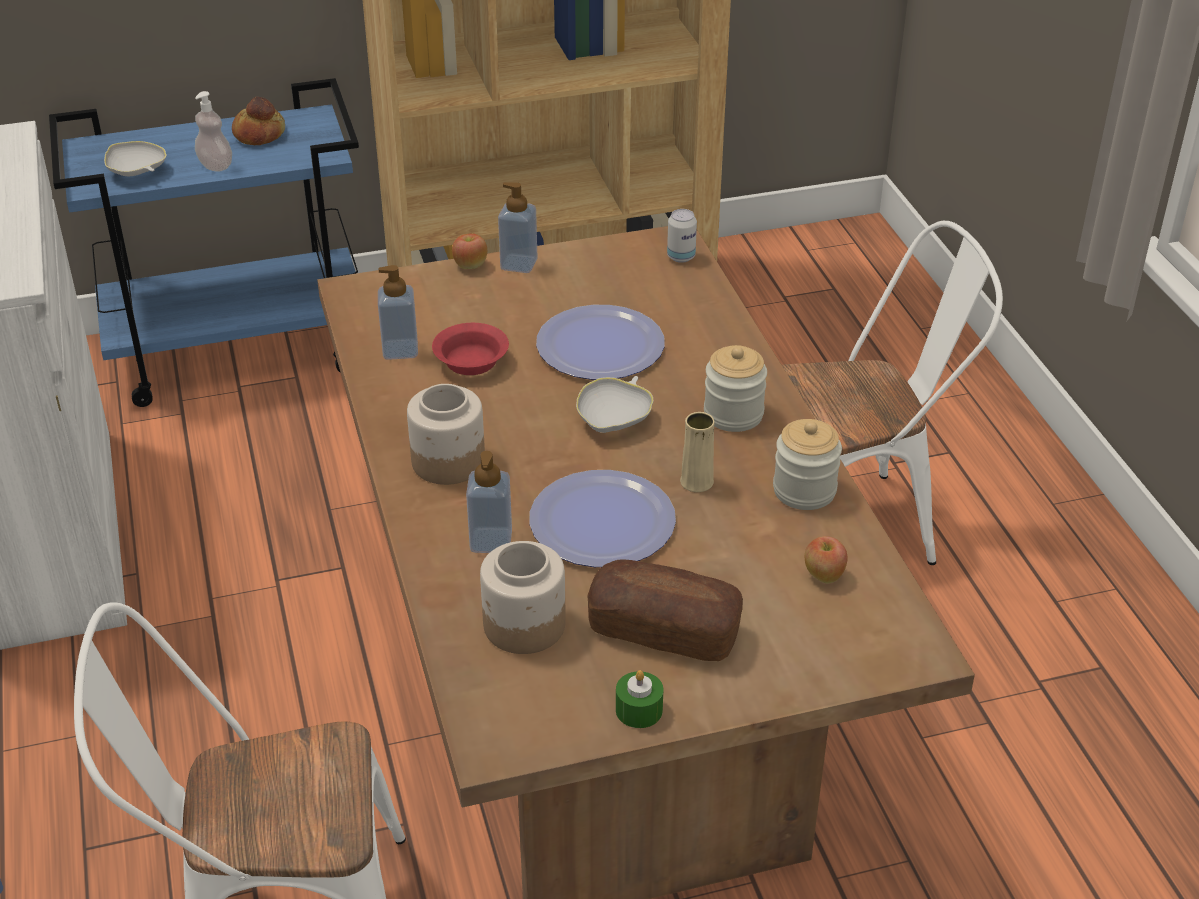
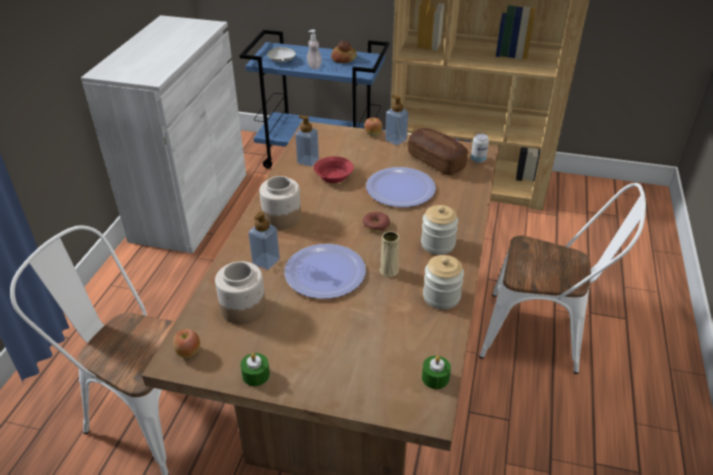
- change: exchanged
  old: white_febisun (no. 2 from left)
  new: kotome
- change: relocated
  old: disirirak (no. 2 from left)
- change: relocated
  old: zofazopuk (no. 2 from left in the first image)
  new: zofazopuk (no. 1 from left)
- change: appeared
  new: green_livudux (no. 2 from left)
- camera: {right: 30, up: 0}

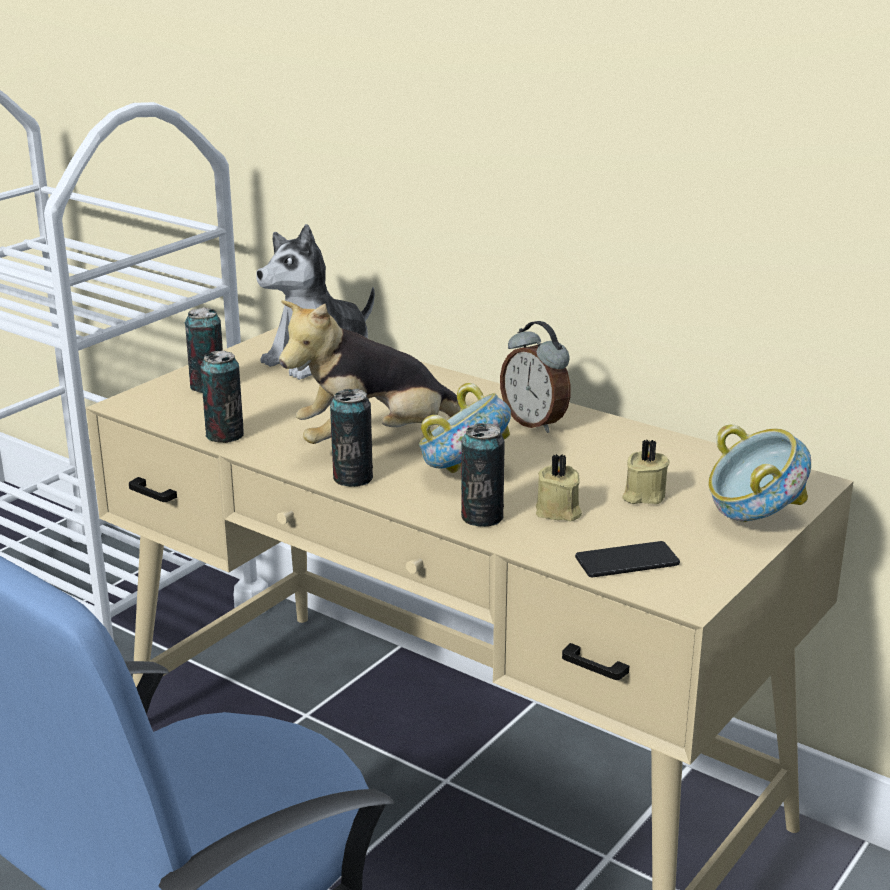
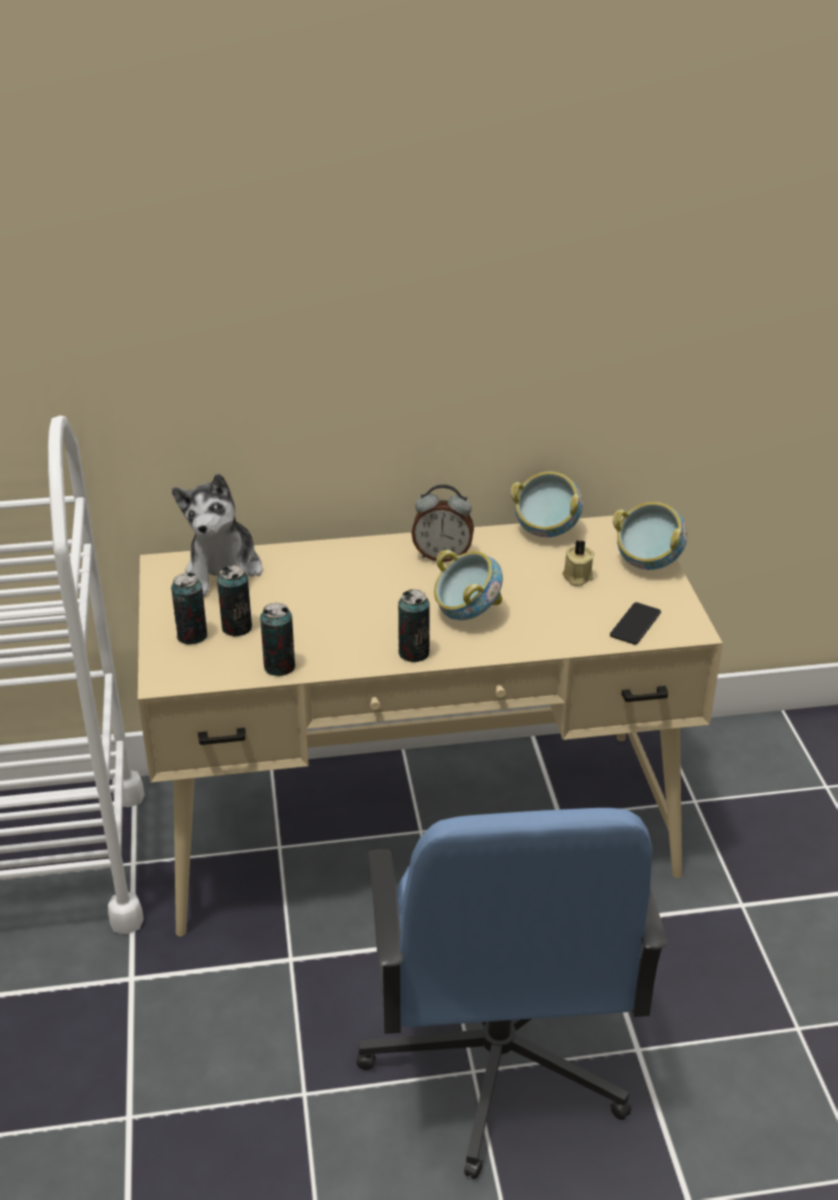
- change: missing
  old: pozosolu (no. 2 from left)
- change: relocated
  old: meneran (no. 4 from left in the first image)
  new: meneran (no. 2 from left)
- change: missing
  old: beige_livudux (no. 1 from left)
- change: appeared
  new: febisun (no. 2 from left)
- camera: {right: -45, up: 10}

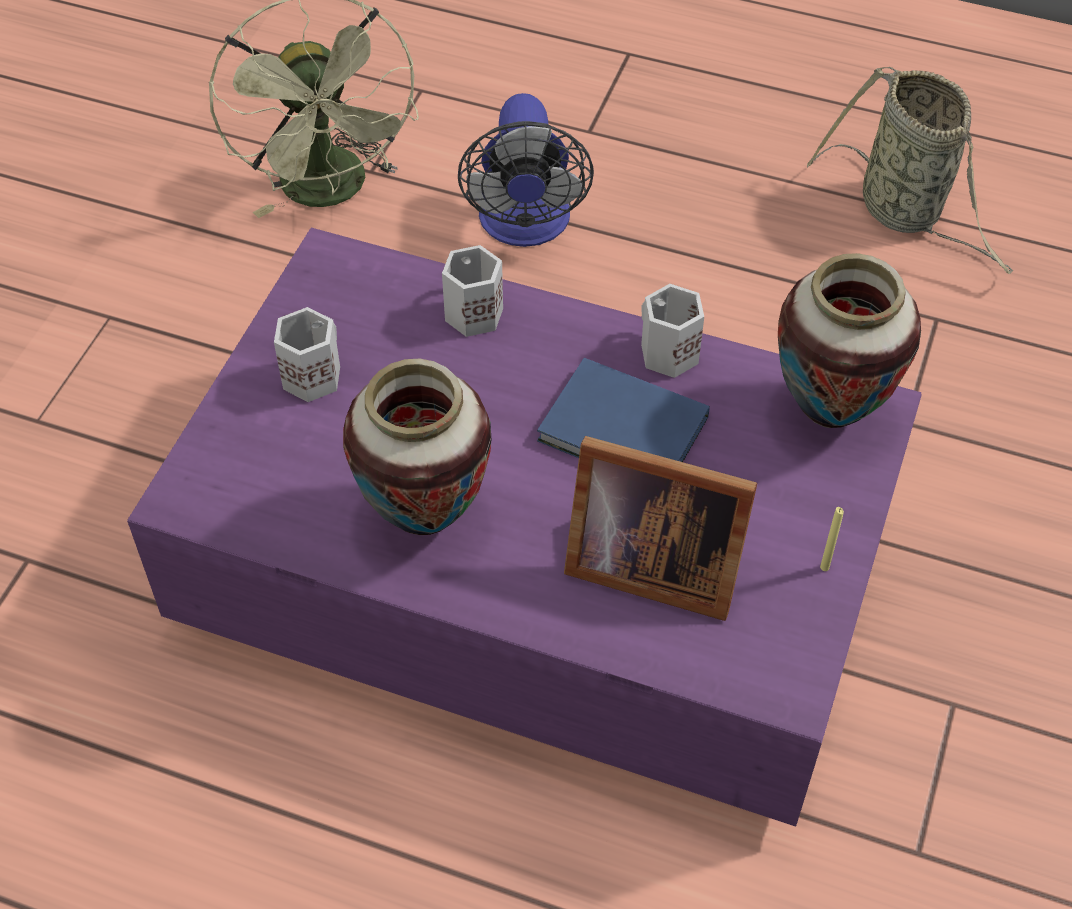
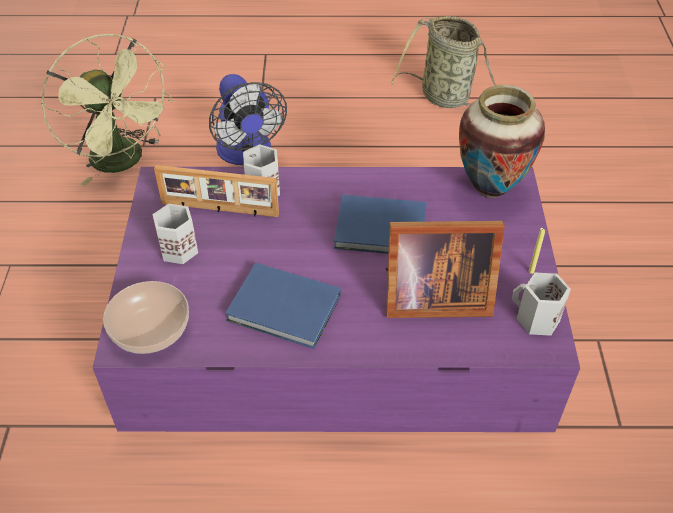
- change: exchanged
  old: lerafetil (no. 1 from left)
  new: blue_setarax (no. 1 from left)
- change: relocated
  old: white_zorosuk (no. 3 from left)
- change: appeared
  new: febisun
- change: appeared
  new: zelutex (no. 1 from left)
- camera: {right: -20, up: -5}

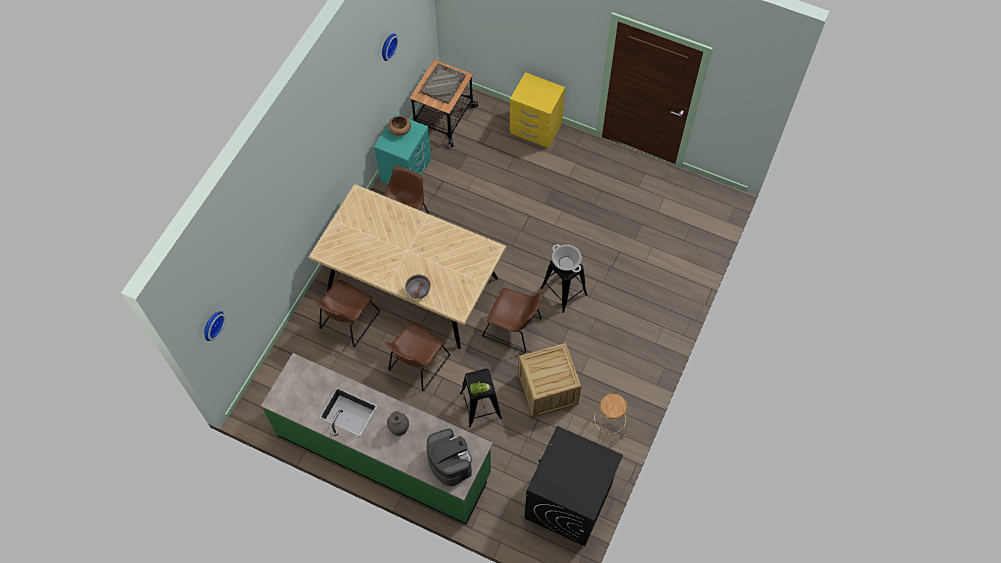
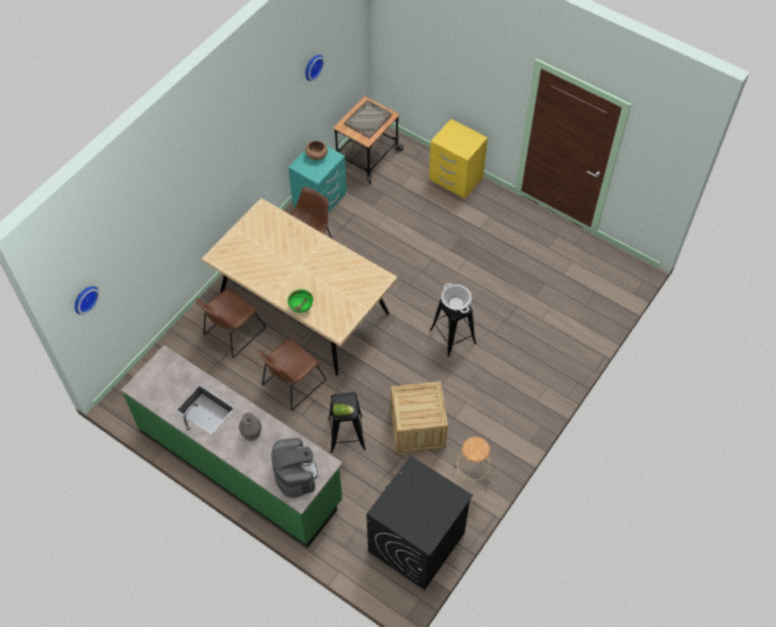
- change: colour
  old: grey_febisun
  new: green_febisun
- change: missing
  old: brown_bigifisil (no. 4 from left)
- camera: {right: 10, up: -5}

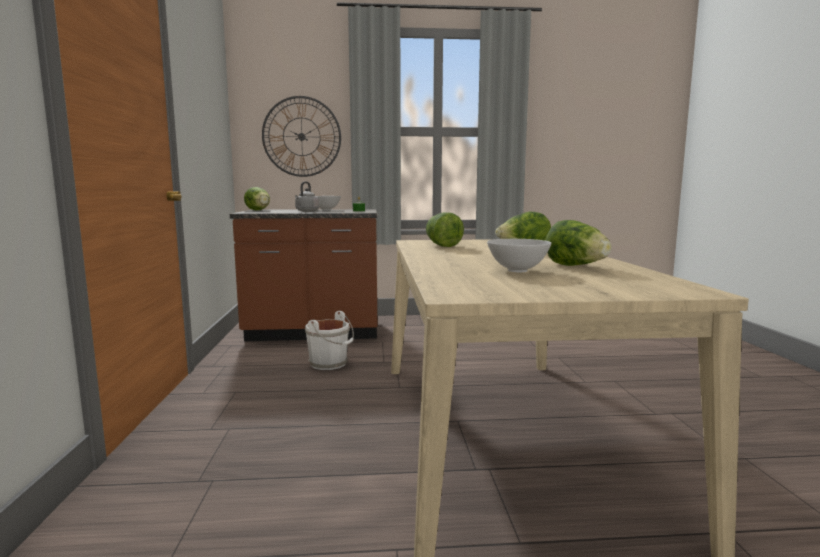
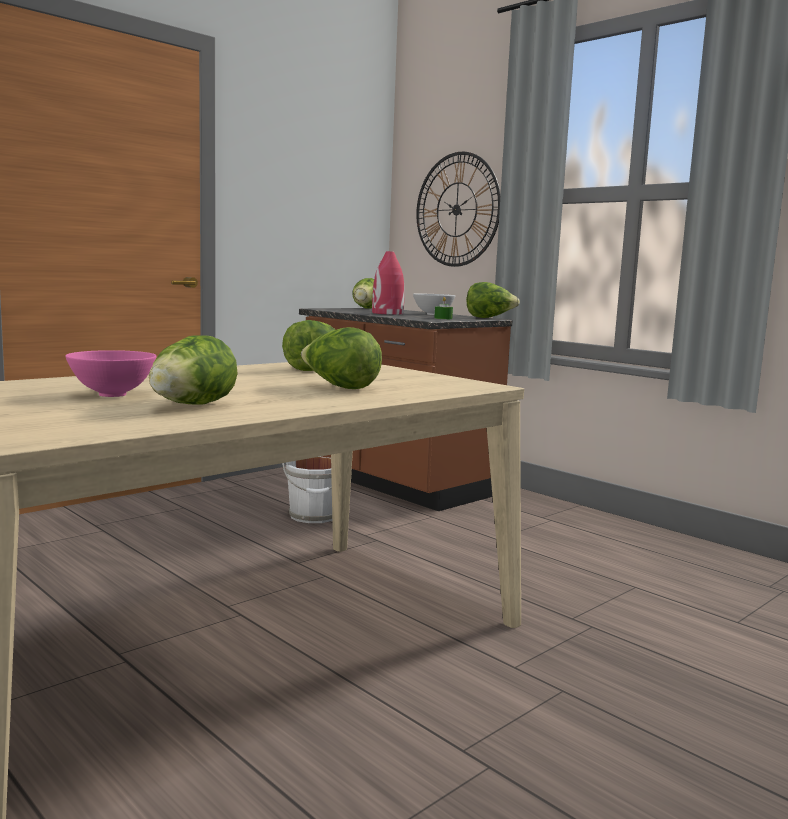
- change: exchanged
  old: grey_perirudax
  new: red_lerafetil
- change: colour
  old: white_febisun (no. 2 from left)
  new: pink_febisun
- change: appeared
  new: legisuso (no. 5 from left)
- camera: {right: 50, up: 0}

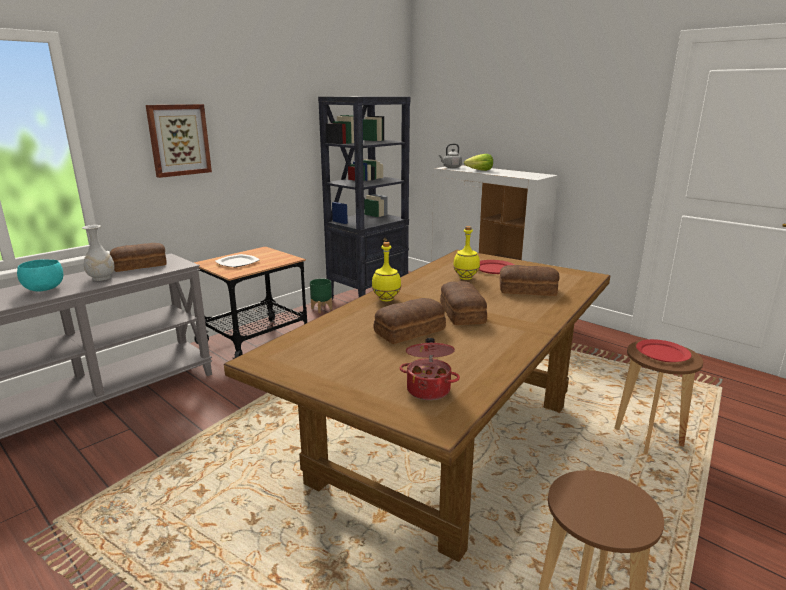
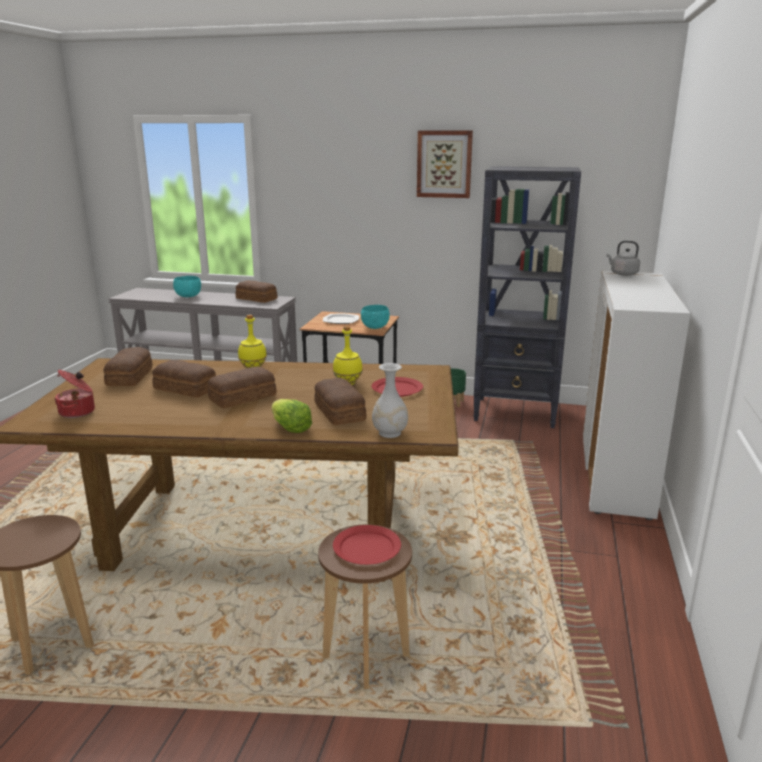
- change: relocated
  old: white_lerafetil
- change: relocated
  old: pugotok
- change: relocated
  old: legisuso
- change: appeared
  new: disirirak (no. 1 from left)
- change: appeared
  new: turquoise_febisun (no. 2 from left)
- camera: {right: 60, up: 0}

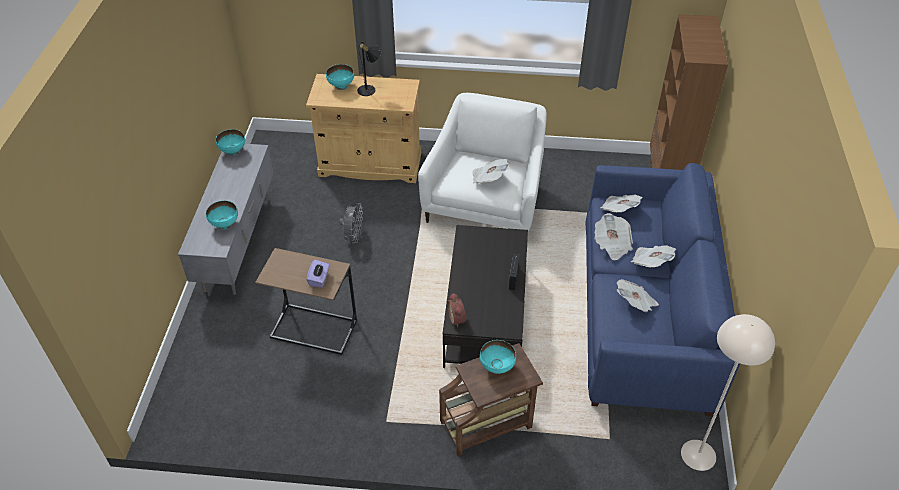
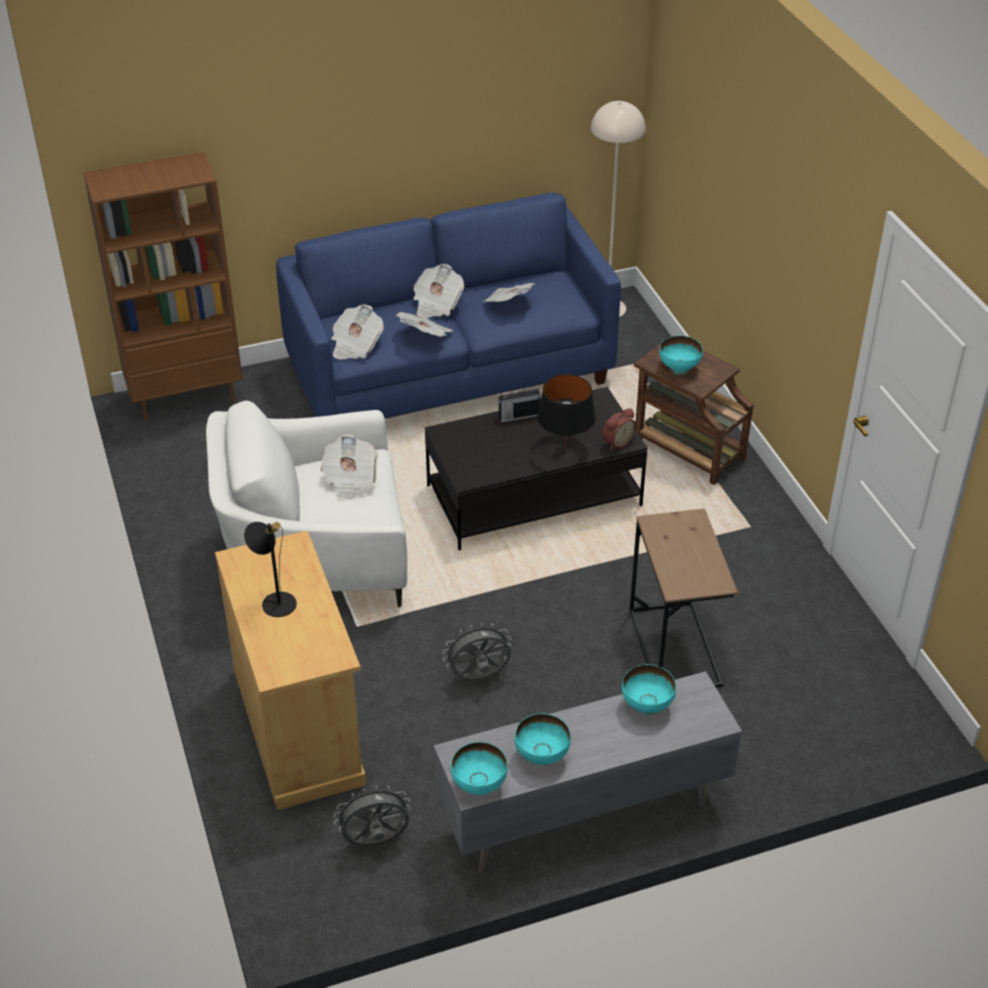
- change: missing
  old: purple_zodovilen
- change: relocated
  old: turquoise_febisun (no. 3 from left in the first image)
  new: turquoise_febisun (no. 2 from left)
- change: appeared
  new: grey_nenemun (no. 1 from left)
- change: appeared
  new: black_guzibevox (no. 2 from left)
- camera: {right: -115, up: -5}

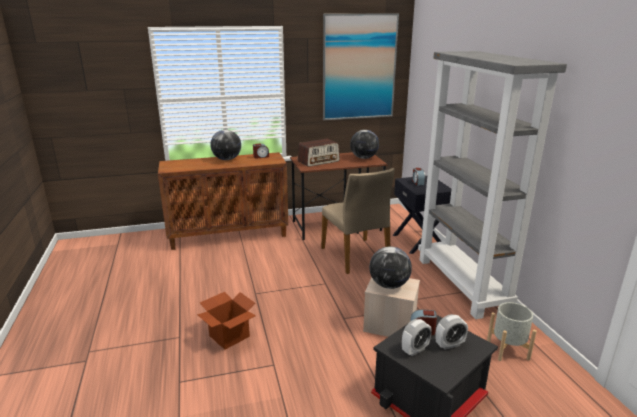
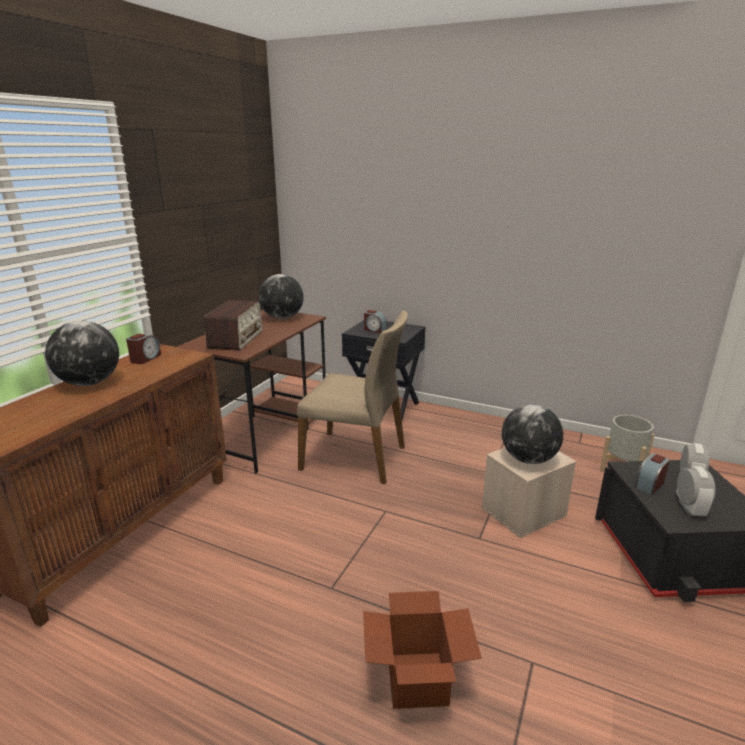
- change: missing
  old: pugotok
- change: missing
  old: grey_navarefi
- camera: {right: -50, up: 0}

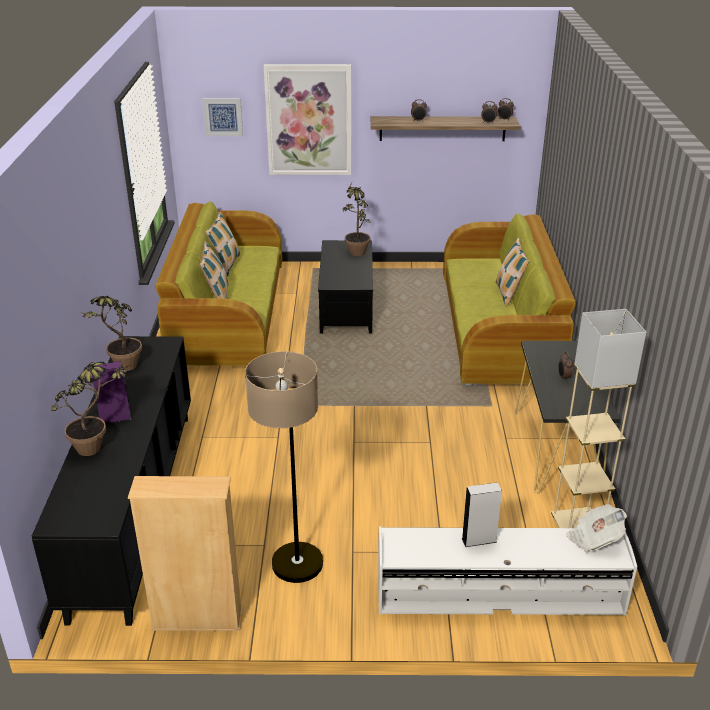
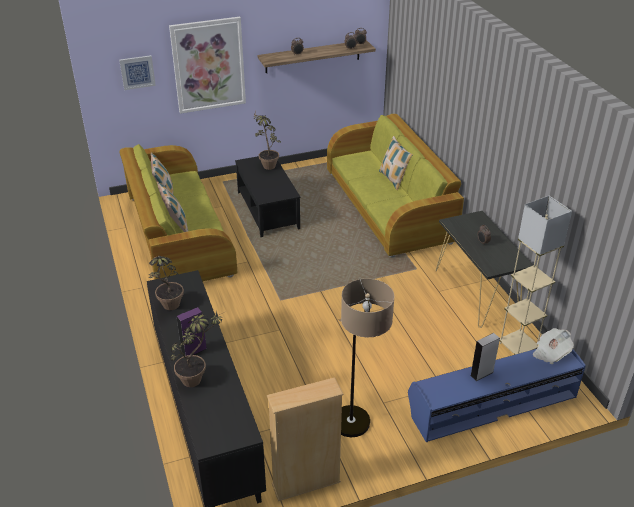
- change: colour
  old: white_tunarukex
  new: blue_tunarukex
- camera: {right: -20, up: 5}

